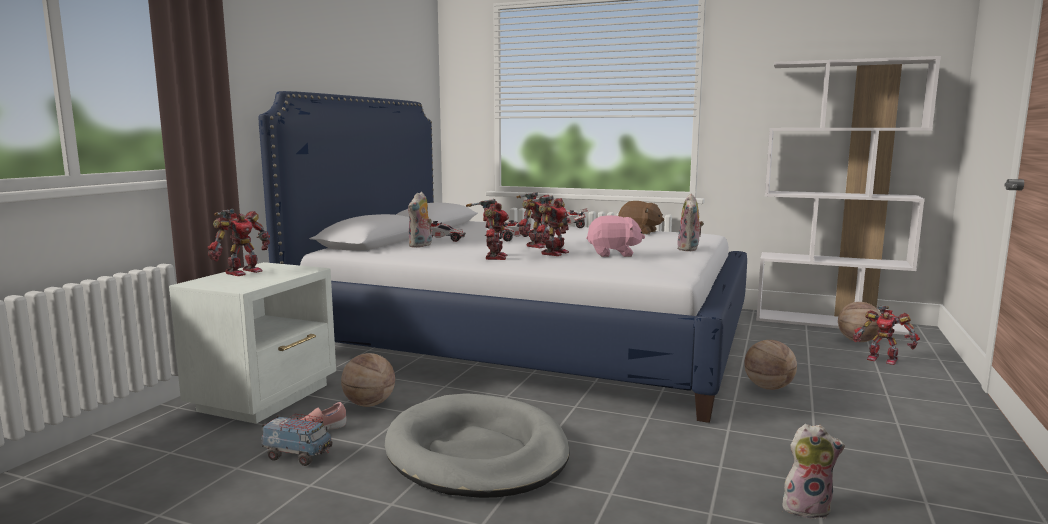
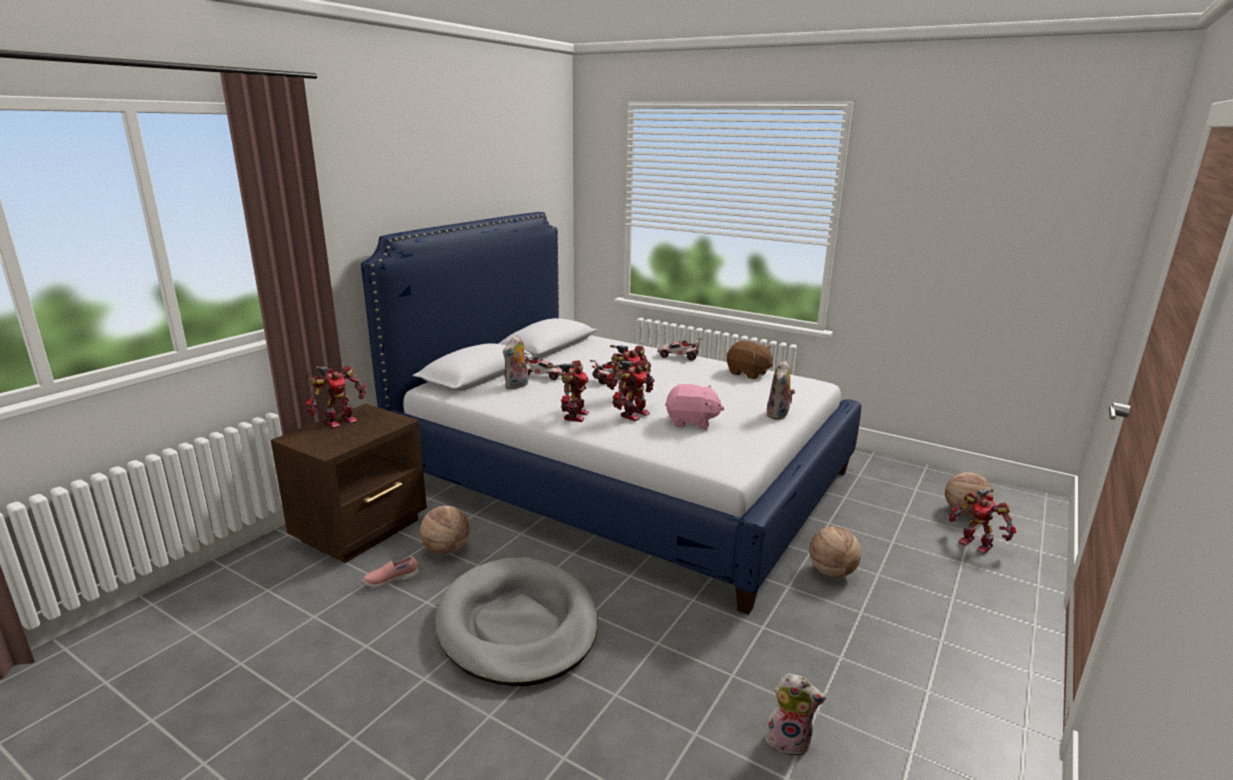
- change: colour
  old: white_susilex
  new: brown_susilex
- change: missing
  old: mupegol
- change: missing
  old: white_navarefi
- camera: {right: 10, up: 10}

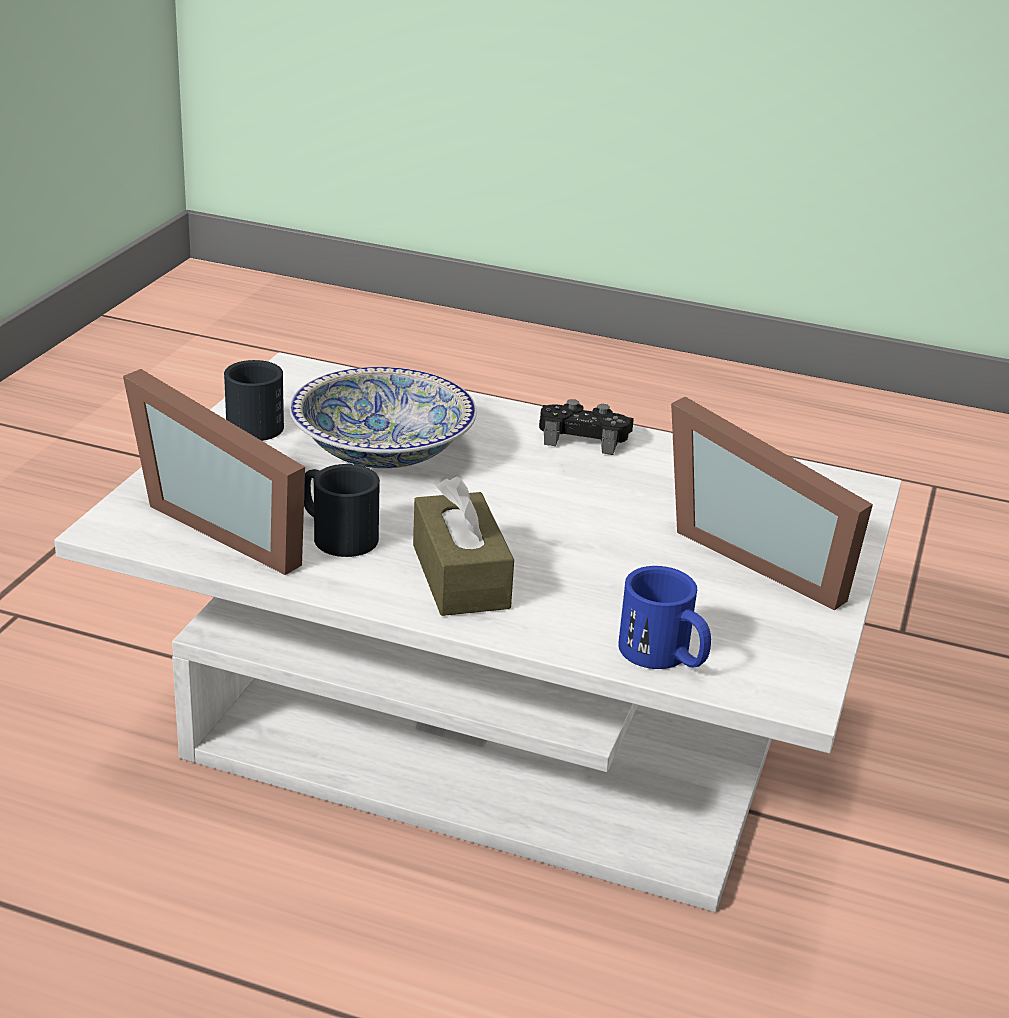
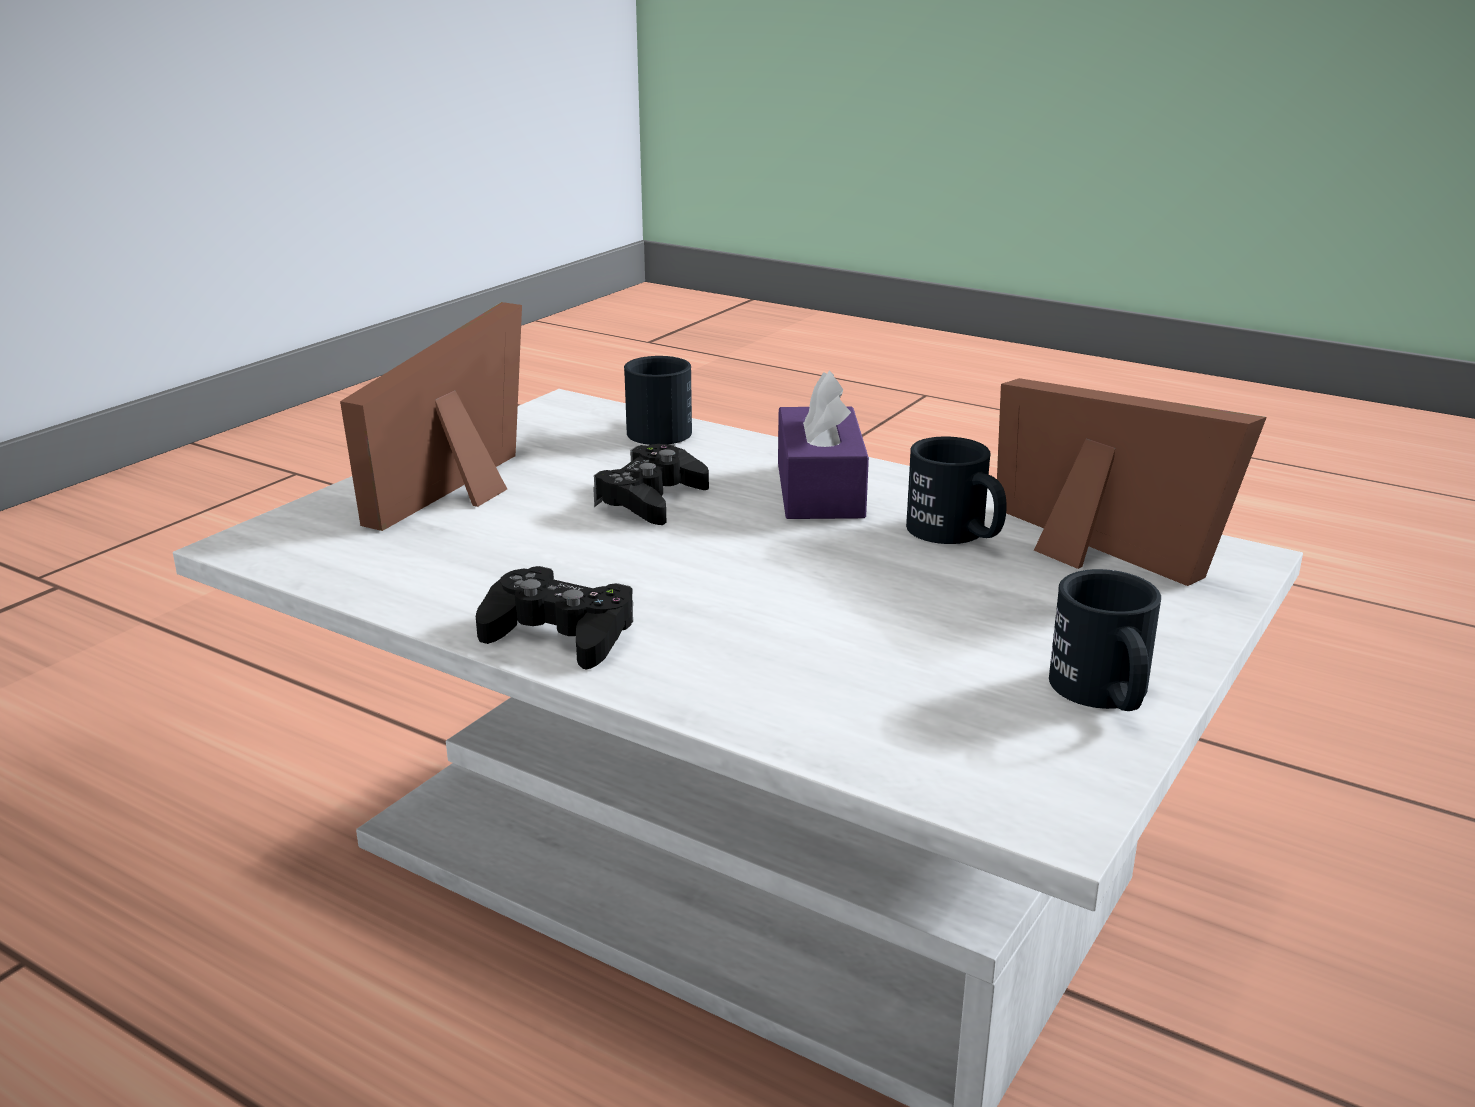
- change: missing
  old: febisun
- change: colour
  old: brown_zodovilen
  new: purple_zodovilen
- change: colour
  old: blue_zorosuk
  new: black_zorosuk (no. 1 from left)
- change: spun
  old: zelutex (no. 2 from left in the first image)
  degrees: -120
- change: appeared
  new: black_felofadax (no. 2 from left)
- camera: {right: -165, up: -5}

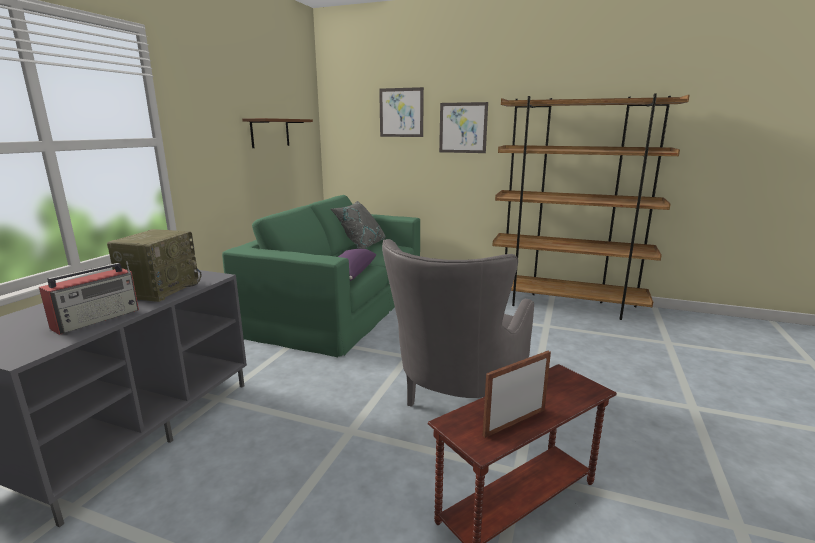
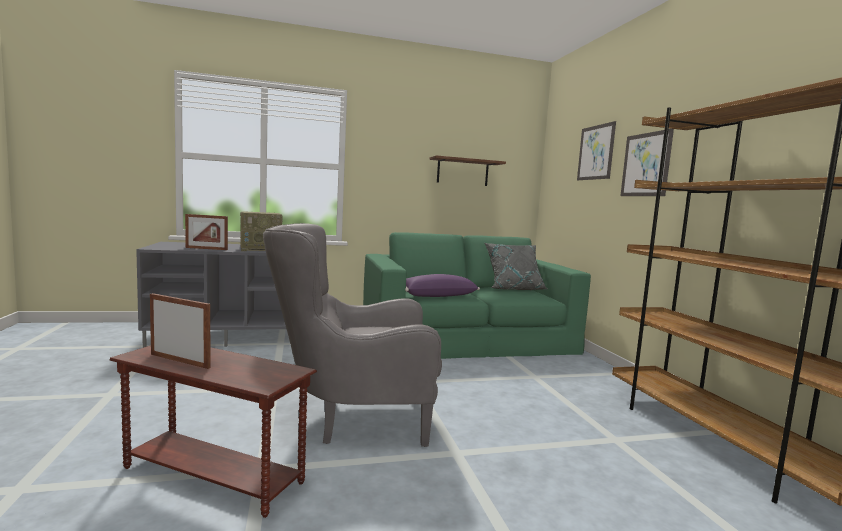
- change: exchanged
  old: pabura (no. 1 from left)
  new: zelutex (no. 2 from left)
- camera: {right: 55, up: -10}

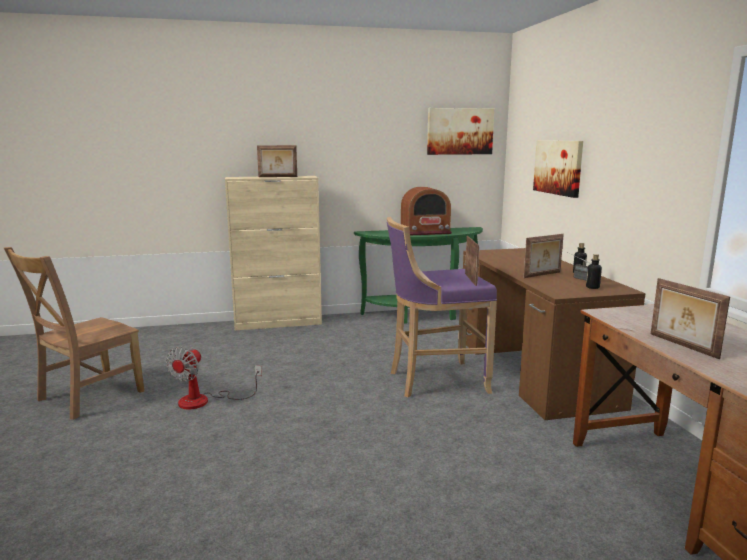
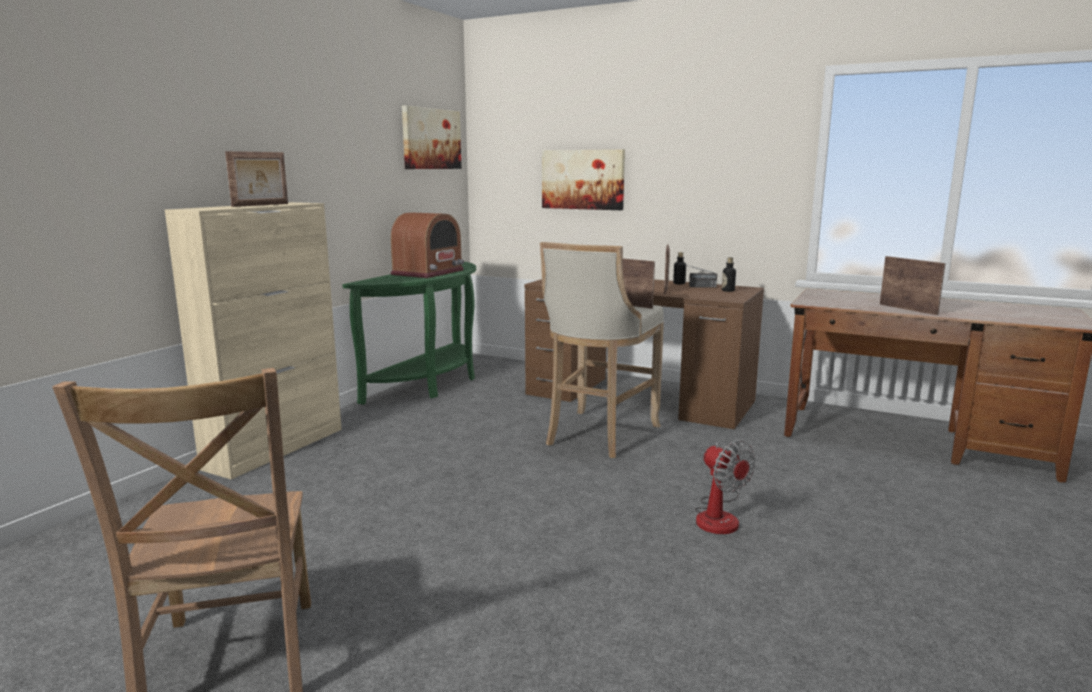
- change: relocated
  old: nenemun
- change: colour
  old: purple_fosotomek
  new: beige_fosotomek
- change: spun
  old: zelutex (no. 4 from left)
  degrees: -135
- camera: {right: -50, up: 0}

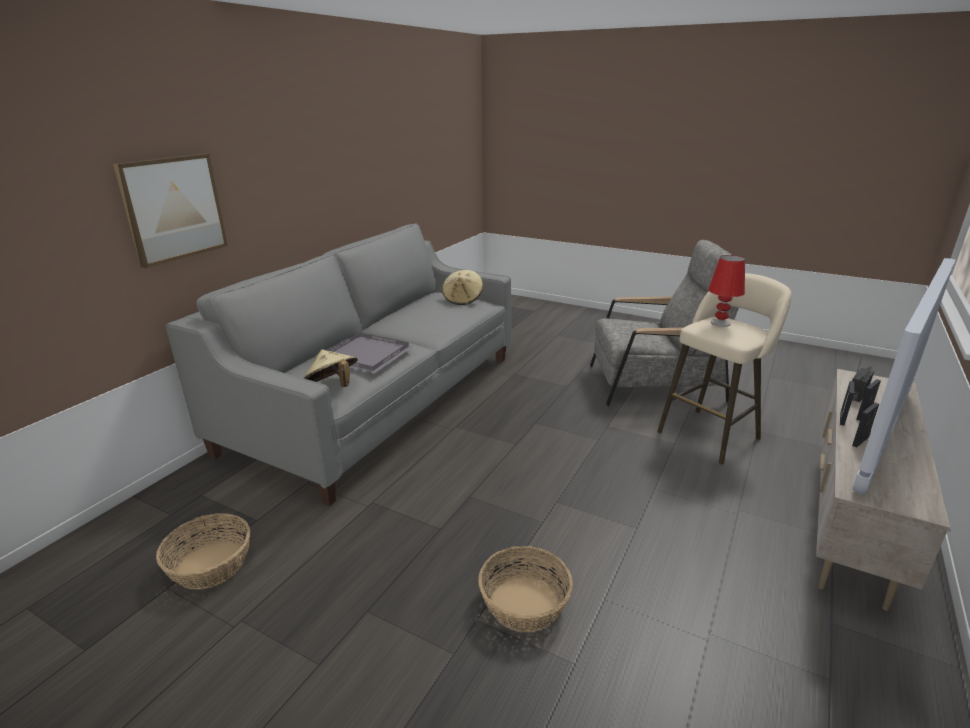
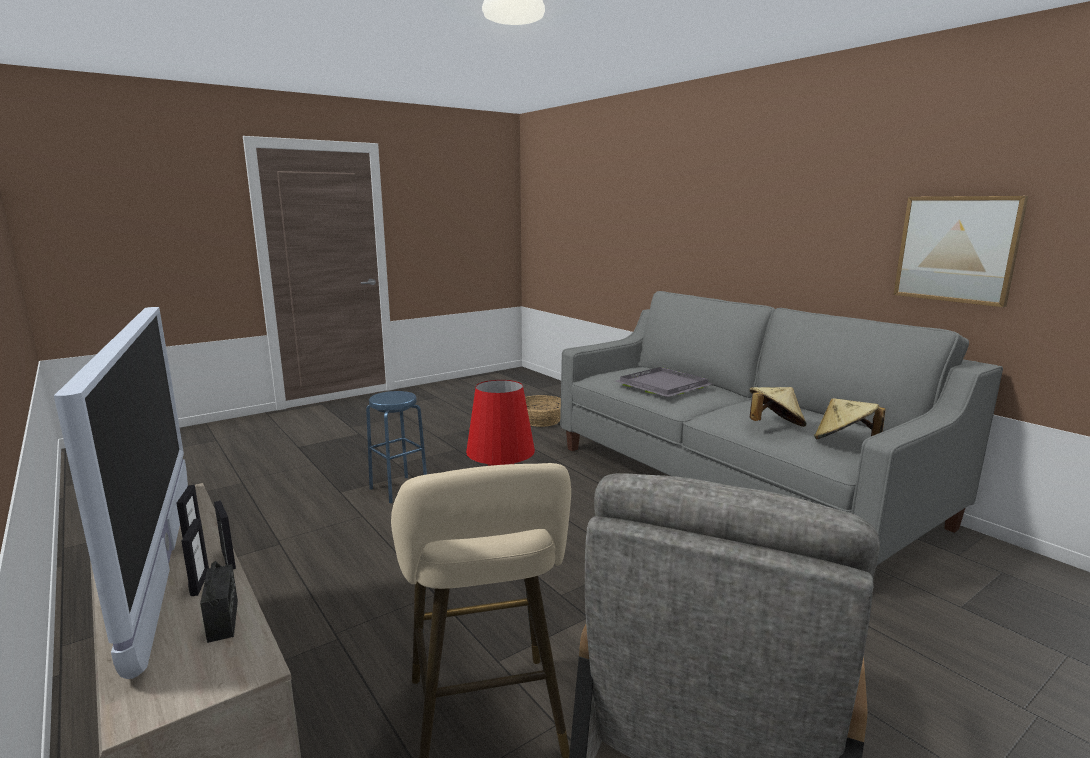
- change: relocated
  old: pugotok
- change: relocated
  old: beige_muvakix (no. 1 from left)
- change: exchanged
  old: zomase (no. 2 from left)
  new: blue_fosotomek
- camera: {right: 115, up: -10}

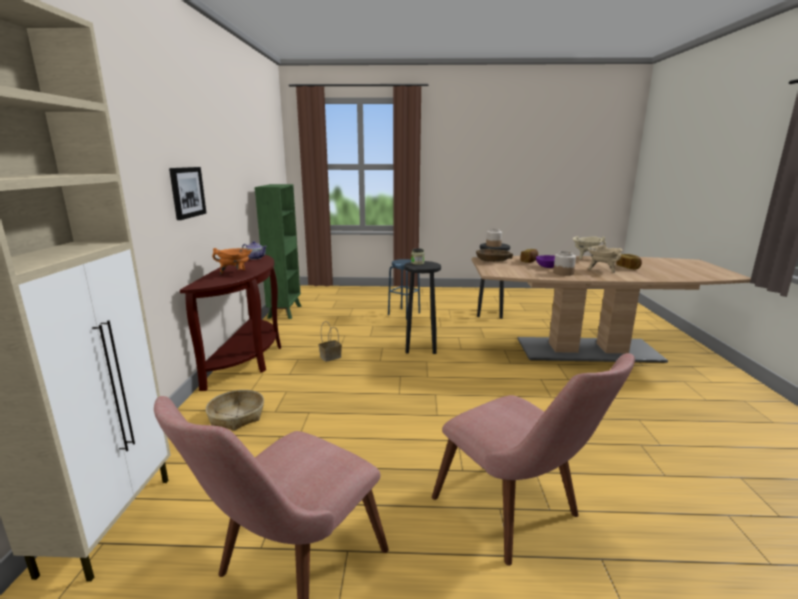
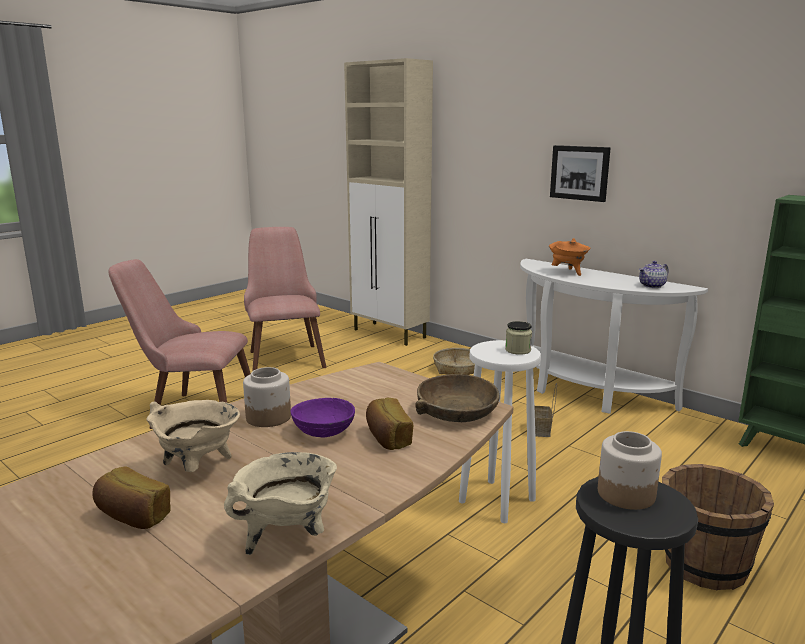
- change: colour
  old: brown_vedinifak
  new: white_vedinifak
- change: exchanged
  old: blue_fosotomek
  new: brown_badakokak
- change: colour
  old: black_fosotomek (no. 1 from left)
  new: white_fosotomek
- camera: {right: 130, up: 0}

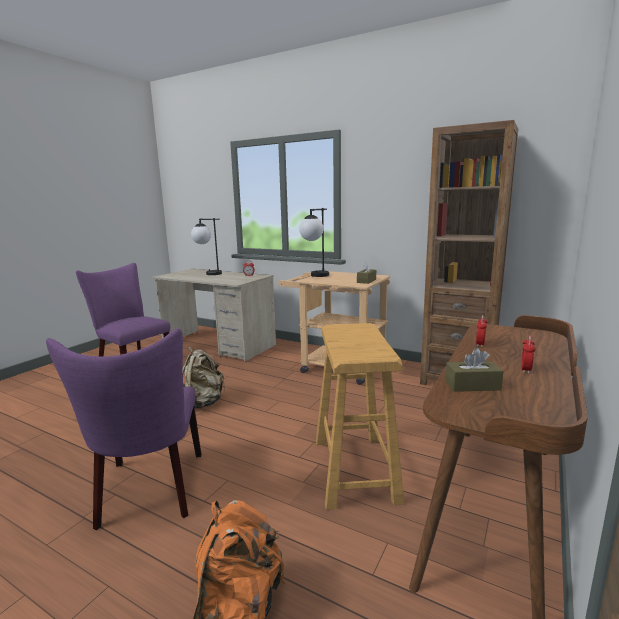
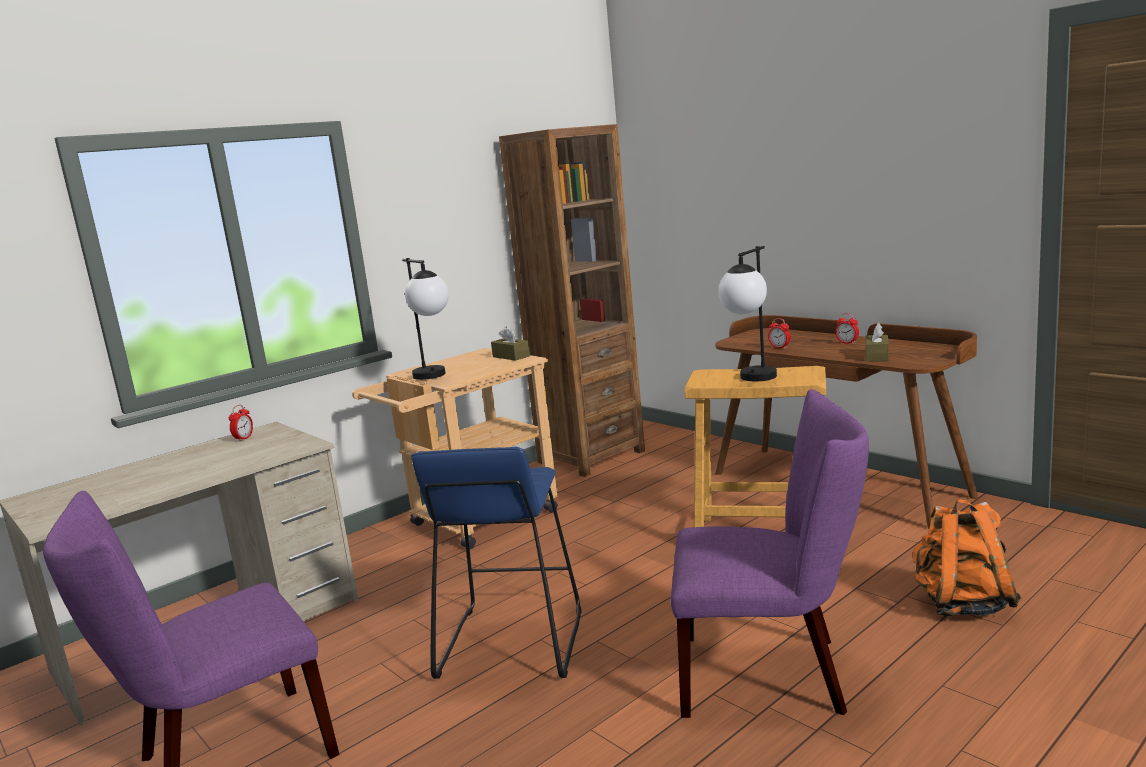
- change: exchanged
  old: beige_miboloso
  new: blue_fosotomek
- change: relocated
  old: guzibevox (no. 1 from left in the first image)
  new: guzibevox (no. 2 from left)
- camera: {right: -70, up: 0}

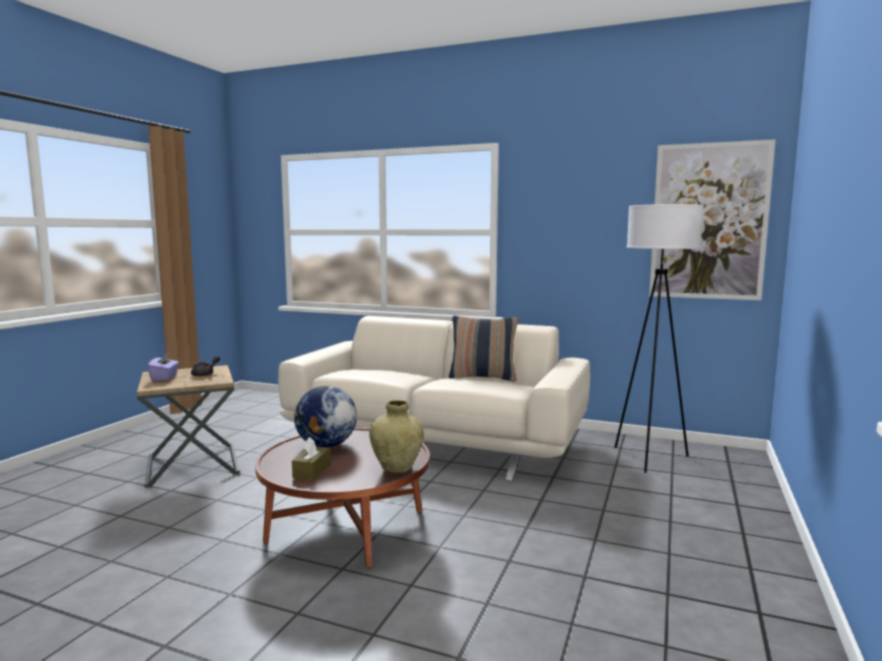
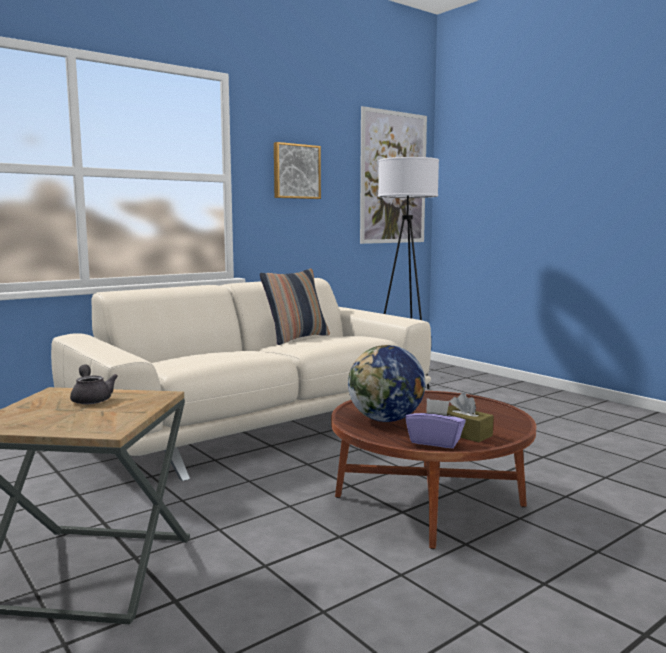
- change: relocated
  old: purple_zodovilen
- change: missing
  old: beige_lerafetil
- change: appeared
  new: pugotok (no. 1 from left)
- camera: {right: -60, up: 0}

